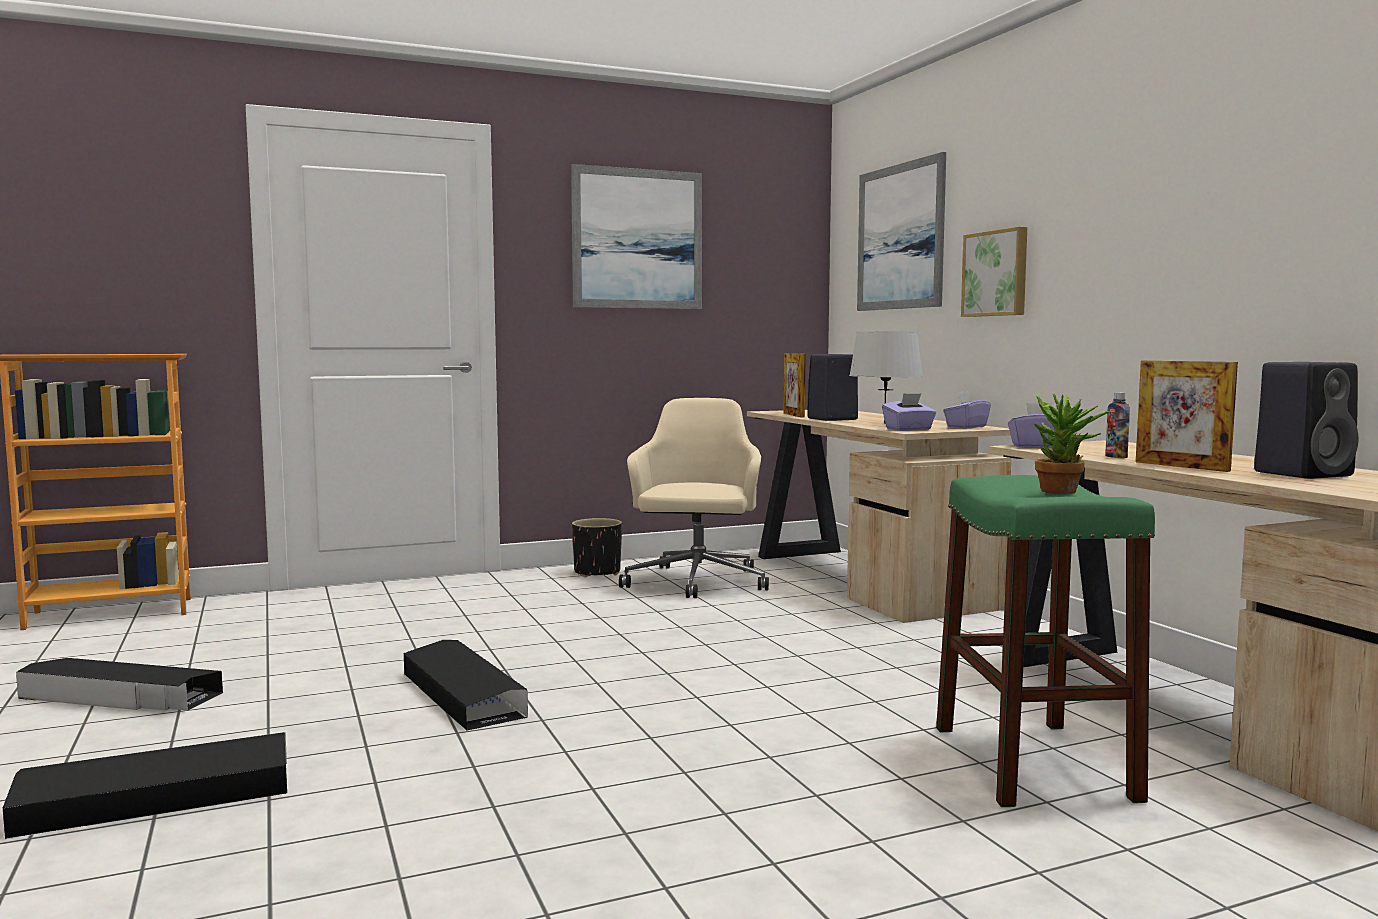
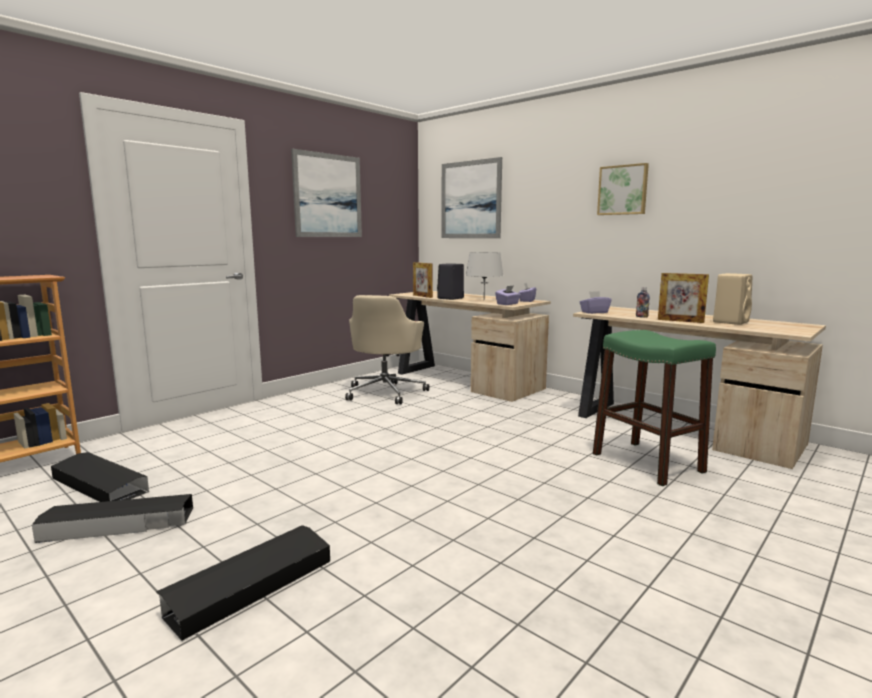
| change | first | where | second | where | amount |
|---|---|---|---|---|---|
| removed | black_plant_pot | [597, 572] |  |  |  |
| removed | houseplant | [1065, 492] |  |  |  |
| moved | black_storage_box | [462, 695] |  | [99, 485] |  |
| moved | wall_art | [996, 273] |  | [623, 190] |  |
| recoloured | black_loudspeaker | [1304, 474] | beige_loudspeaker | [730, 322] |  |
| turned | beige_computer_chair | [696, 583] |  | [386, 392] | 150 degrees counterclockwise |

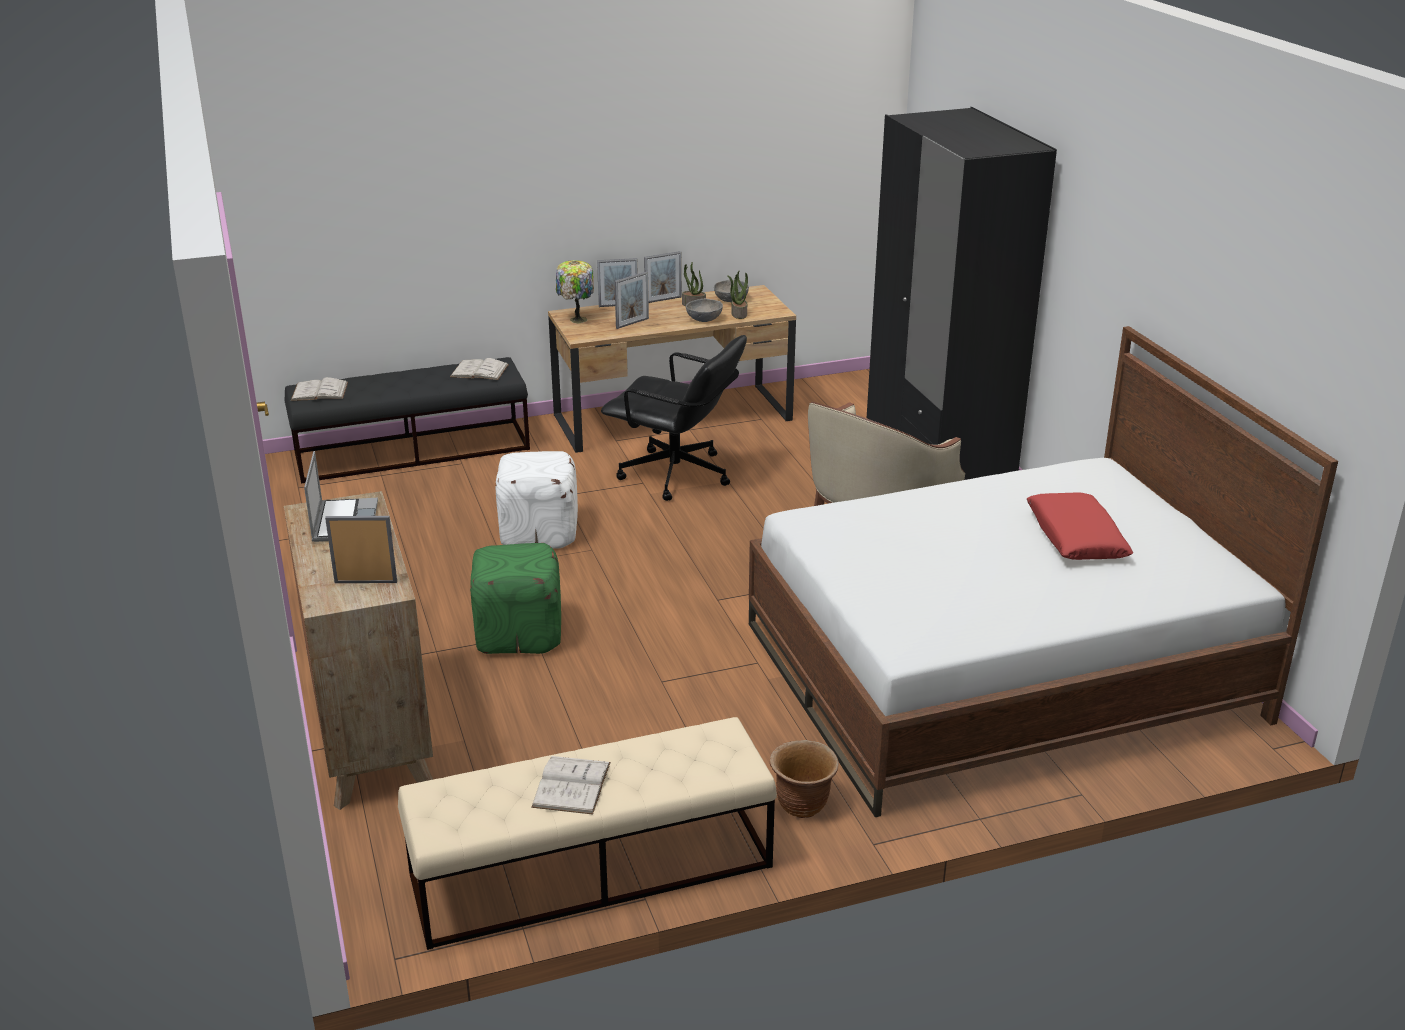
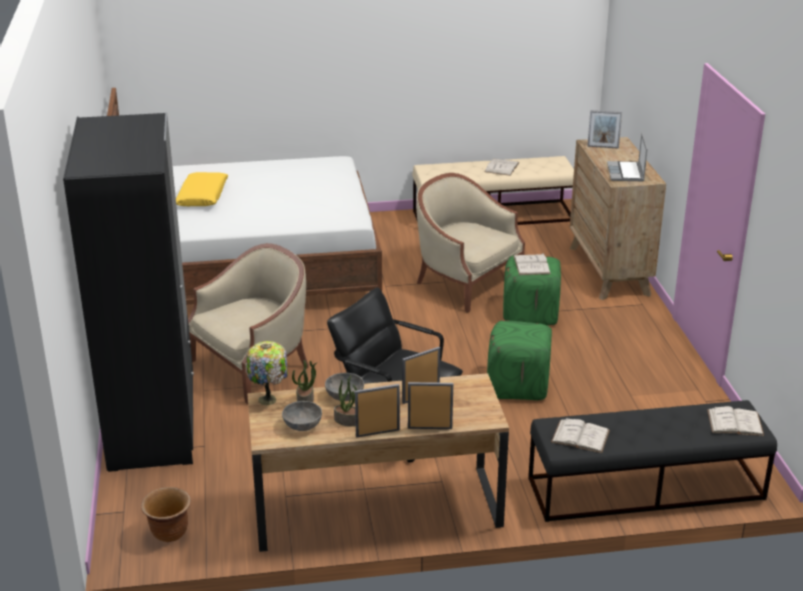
| change | first | where | second | where | amount |
|---|---|---|---|---|---|
| added |  |  | beige_easy_chair | [465, 283] |  |
| added |  |  | whitish_bound_book | [531, 265] |  |
| moved | tabletop_lamp | [577, 319] |  | [269, 400] |  |
| moved | brown_plant_pot | [802, 804] |  | [170, 533] |  |
| recoloured | whitish_ottoman | [539, 532] | green_ottoman | [518, 386] |  |
| recoloured | red-coloured_cushion | [1075, 538] | yellow_cushion | [202, 196] |  |

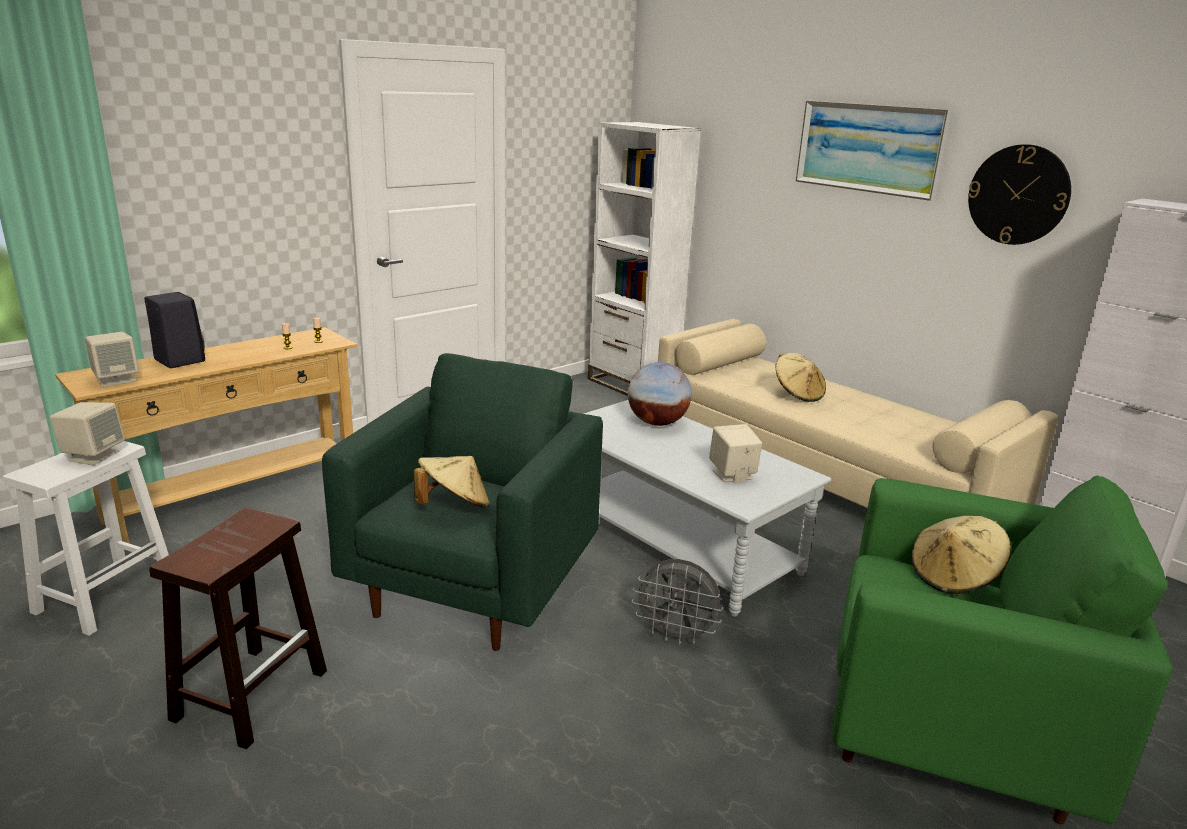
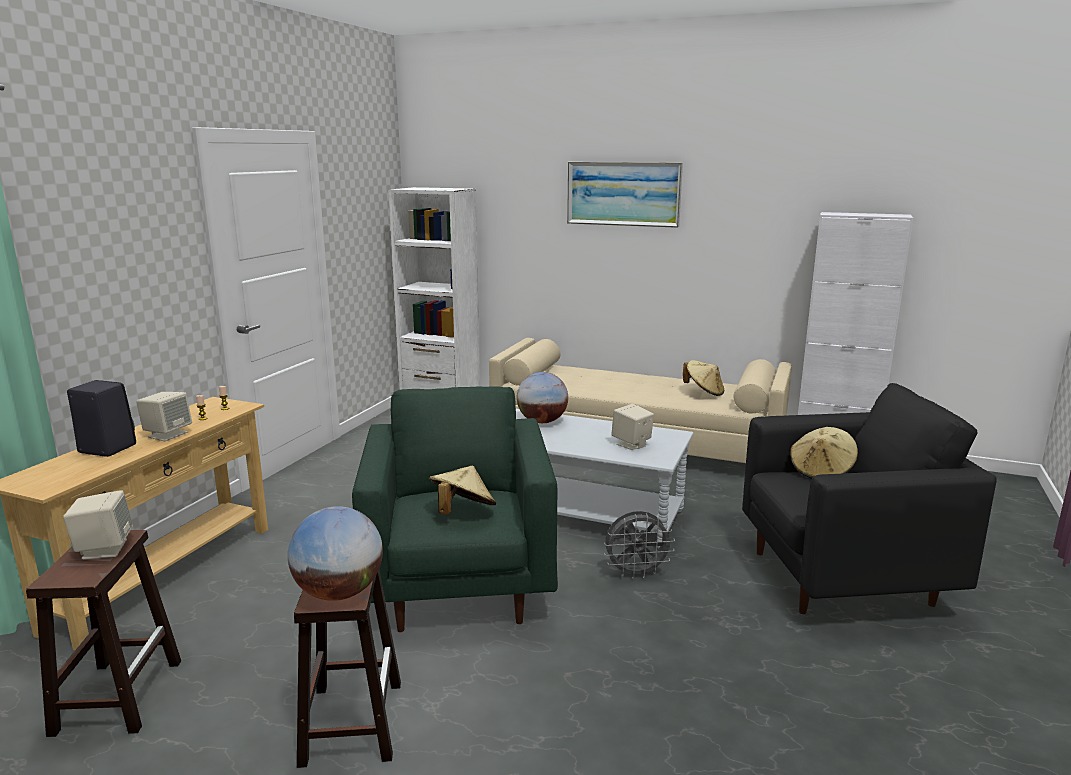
| change | first | where | second | where | amount |
|---|---|---|---|---|---|
| removed | clock_on_the_wall | [1018, 195] |  |  |  |
| added |  |  | desk_globe | [339, 592] |  |
| moved | beige_loudspeaker | [116, 379] |  | [167, 434] |  |
| moved | beige_wearable_hat | [798, 394] |  | [704, 392] |  |
| recoloured | whitish_stool_seat | [107, 595] | brown_stool_seat | [118, 695] |  |
| recoloured | green_easy_chair | [950, 733] | black_easy_chair | [843, 578] |  |

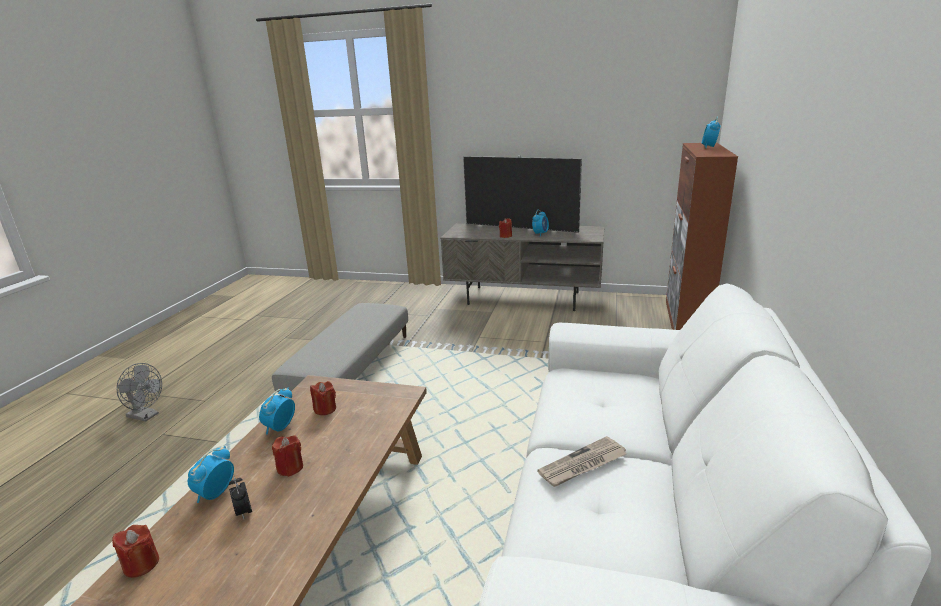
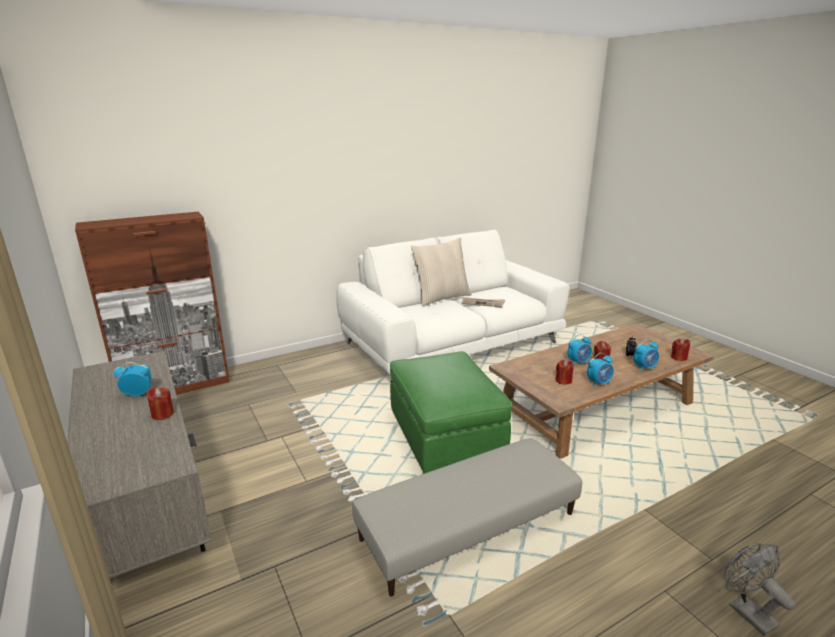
| change | first | where | second | where | amount |
|---|---|---|---|---|---|
| removed | television | [520, 228] |  |  |  |
| added |  |  | green_ottoman | [445, 437] |  |
| added |  |  | beige_cushion | [441, 298] |  |
| moved | bedside_clock | [709, 147] |  | [578, 362] |  |

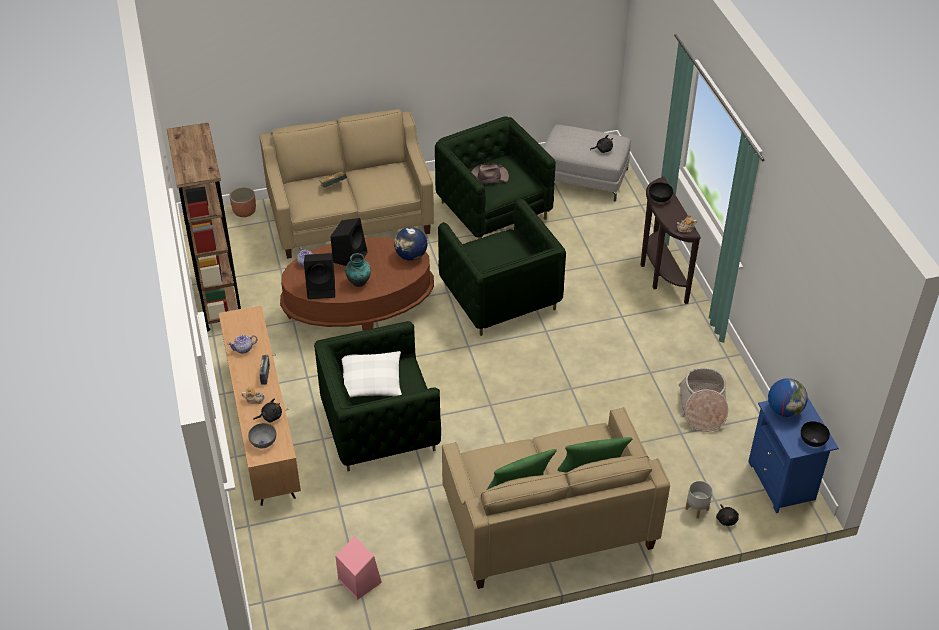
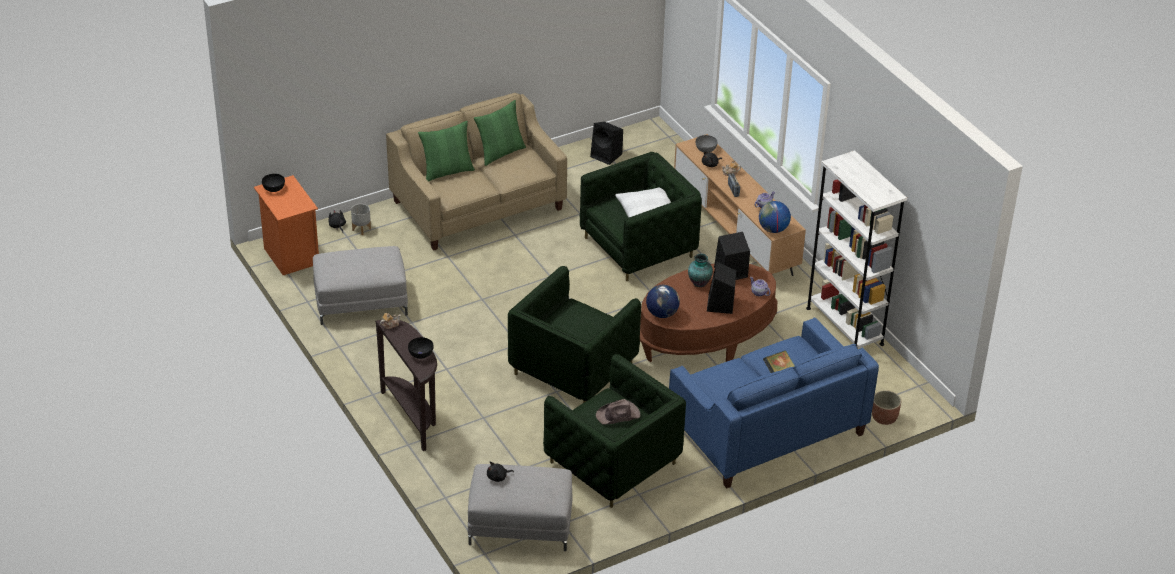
| change | first | where | second | where | amount |
|---|---|---|---|---|---|
| moved | desk_globe | [784, 410] |  | [773, 229] |  |
| replaced | household_basket | [702, 408] | grey_ottoman | [361, 300] |  |
| recoloured | brown_bookcase | [219, 299] | whitish_bookcase | [844, 326] |  |
| recoloured | beige_settee | [350, 217] | blue_settee | [767, 429] |  |
| recoloured | pinkish_loudspeaker | [358, 580] | black_loudspeaker | [607, 155] |  |
| recoloured | blue_night_table | [783, 482] | orange-coloured_night_table | [290, 256] |  |
| turned | green_easy_chair | [500, 297] |  | [573, 369] | 105 degrees counterclockwise |

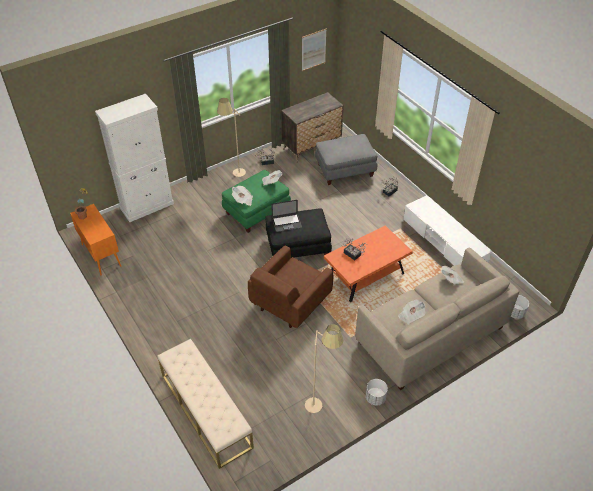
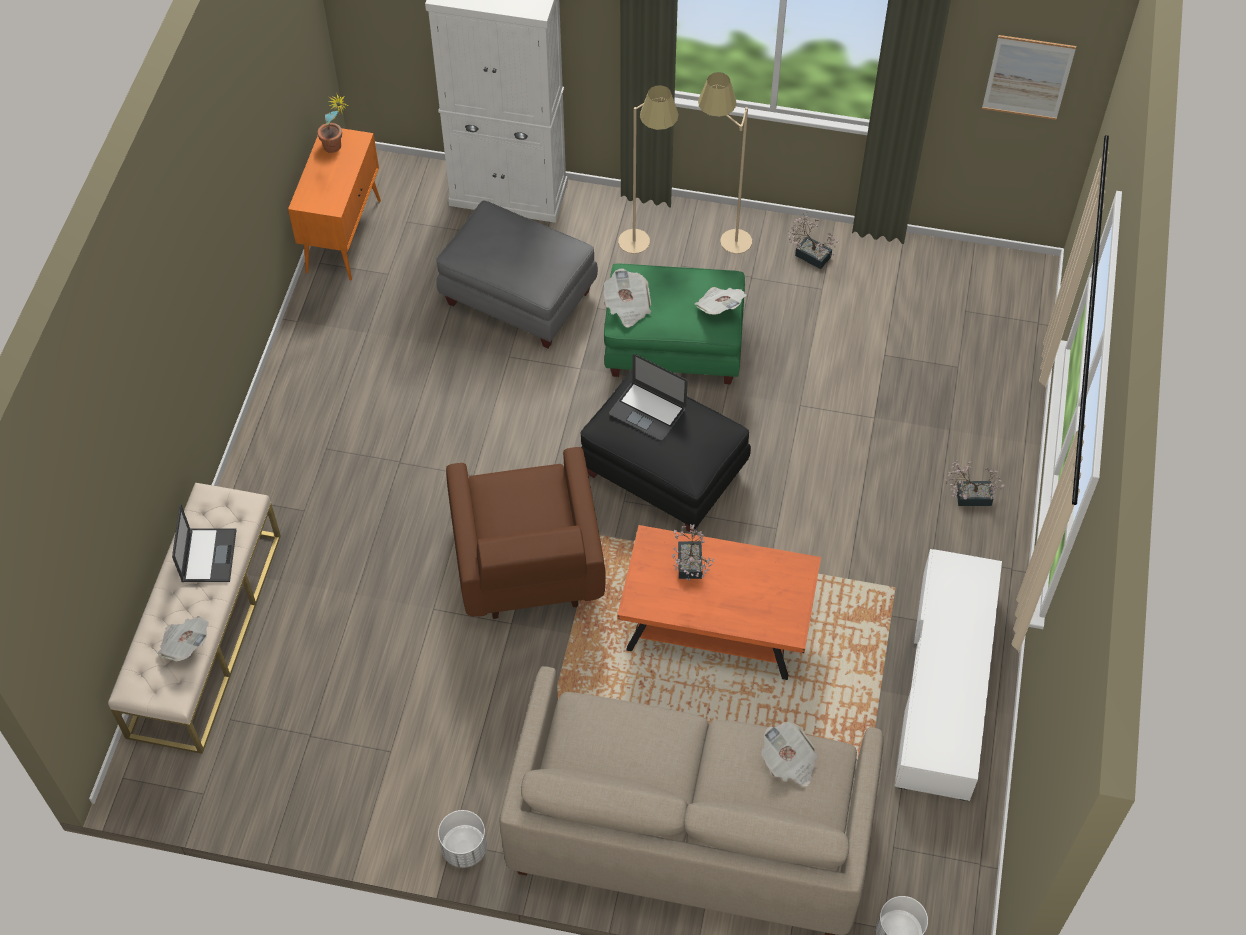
| change | first | where | second | where | amount |
|---|---|---|---|---|---|
| removed | drawer_chest | [312, 146] |  |  |  |
| added |  |  | notebook_computer | [208, 555] |  |
| moved | beige_standard_lamp | [321, 403] |  | [646, 247] |  |
| moved | grey_ottoman | [345, 170] |  | [519, 297] |  |
| moved | daily_paper | [411, 316] |  | [185, 645] |  |
| turned | brown_easy_chair | [289, 303] |  | [527, 565] | 90 degrees counterclockwise |

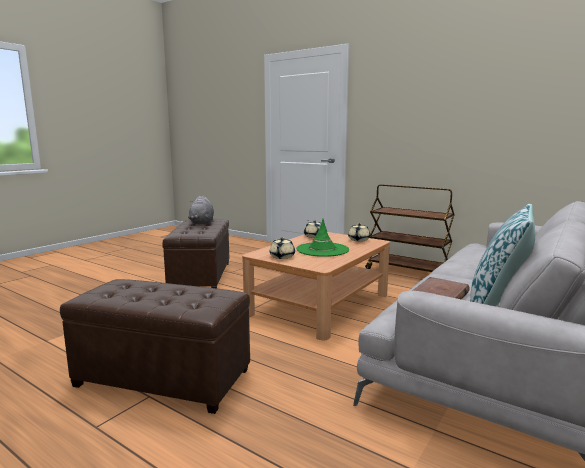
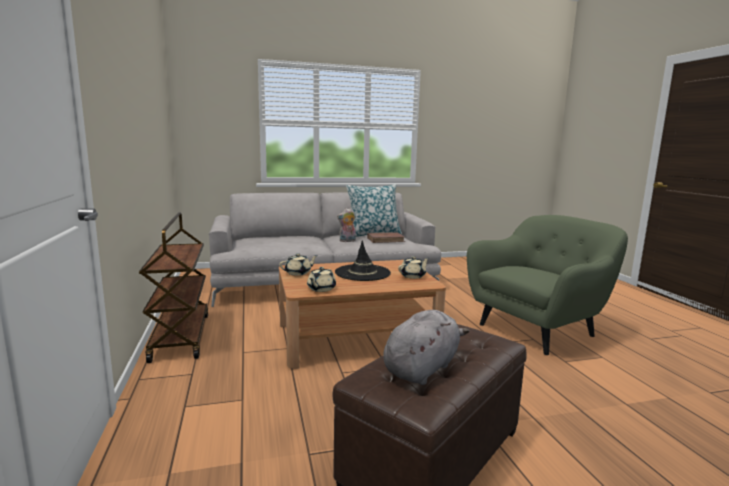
| change | first | where | second | where | amount |
|---|---|---|---|---|---|
| added |  |  | cuddly_toy | [347, 241] |  |
| replaced | brown_ottoman | [163, 378] | green_easy_chair | [538, 329] |  |
| recoloured | green_wearable_hat | [322, 250] | black_wearable_hat | [362, 273] |  |

